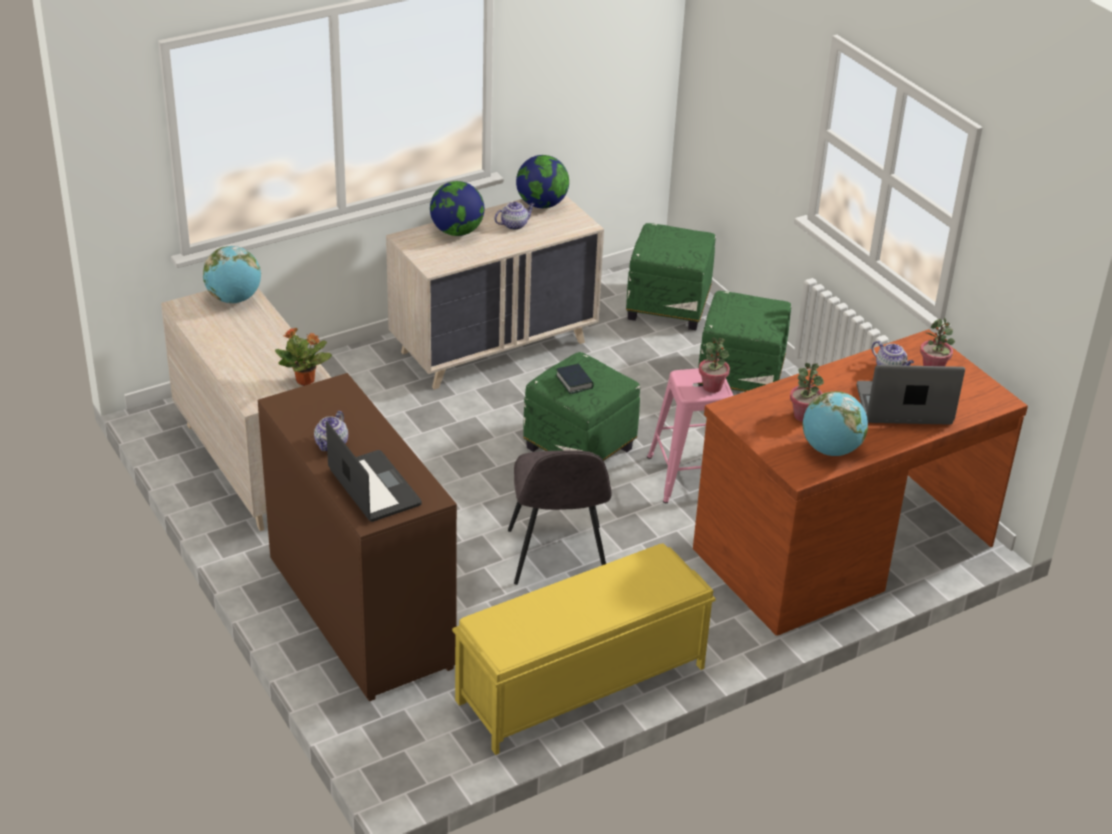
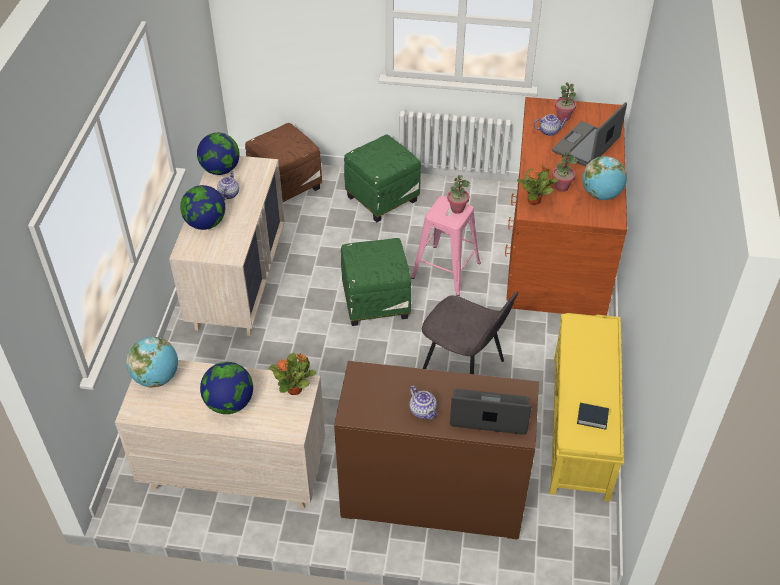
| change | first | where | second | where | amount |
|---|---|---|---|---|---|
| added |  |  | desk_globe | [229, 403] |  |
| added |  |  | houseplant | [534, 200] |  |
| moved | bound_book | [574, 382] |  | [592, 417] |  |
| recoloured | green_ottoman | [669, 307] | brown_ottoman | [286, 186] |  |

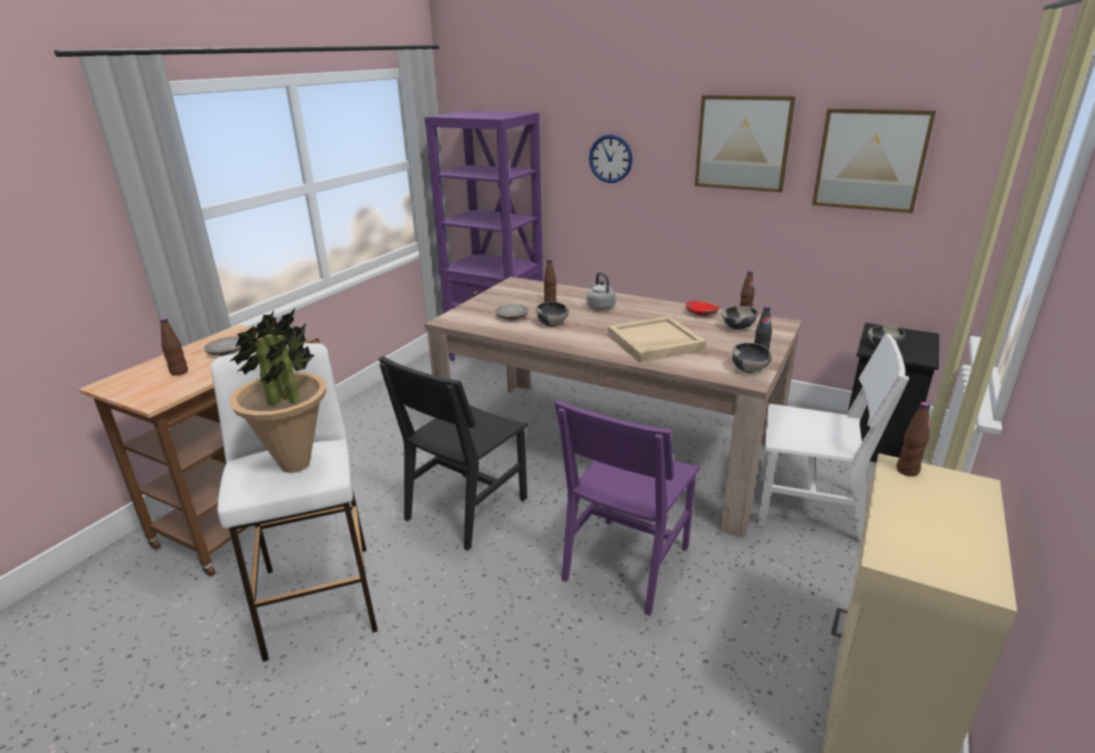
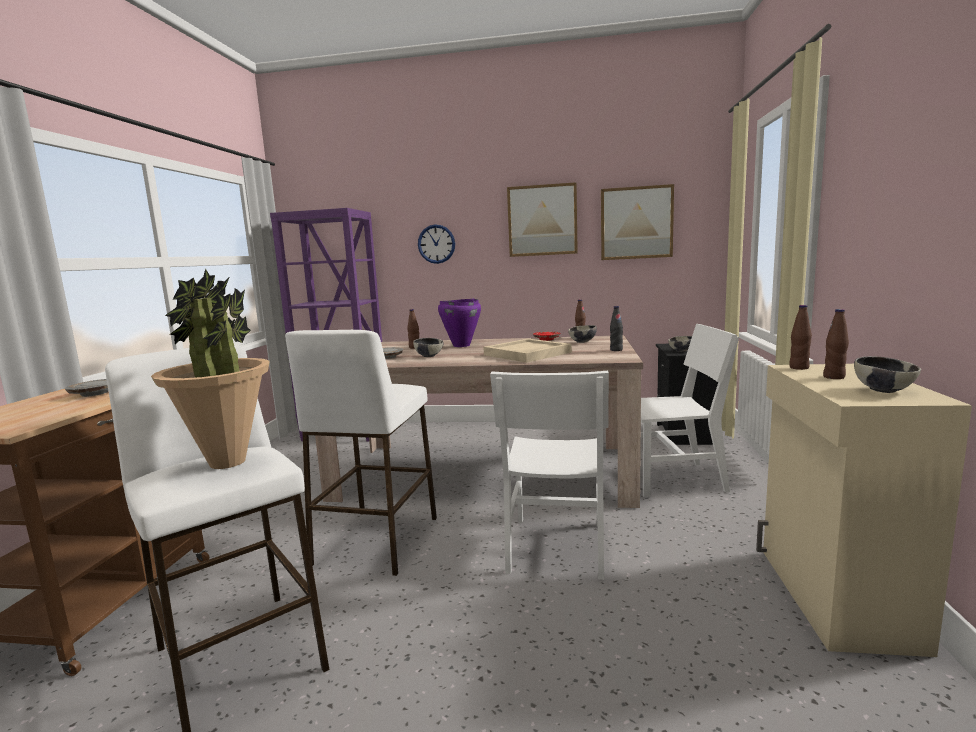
| change | first | where | second | where | amount |
|---|---|---|---|---|---|
| moved | brown_drink_bottle | [179, 372] |  | [834, 377] |  |
| moved | serving_bowl | [749, 370] |  | [883, 390] |  |
| replaced | black_plain_chair | [466, 508] | whitish_stool_seat | [376, 541] |  |
| replaced | grey_tea_kettle | [600, 307] | purple_cooking_pot | [461, 345] |  |
| recoloured | purple_plain_chair | [626, 563] | whitish_plain_chair | [556, 546] |  |

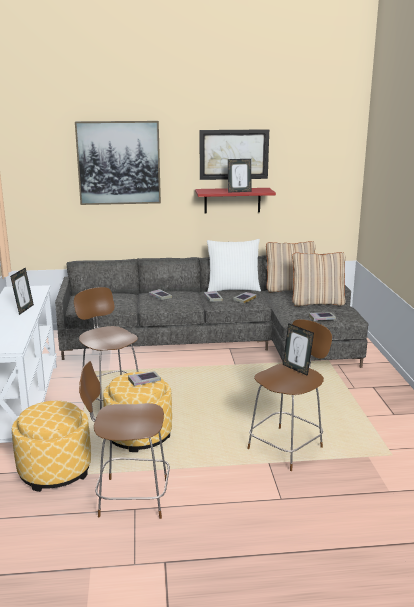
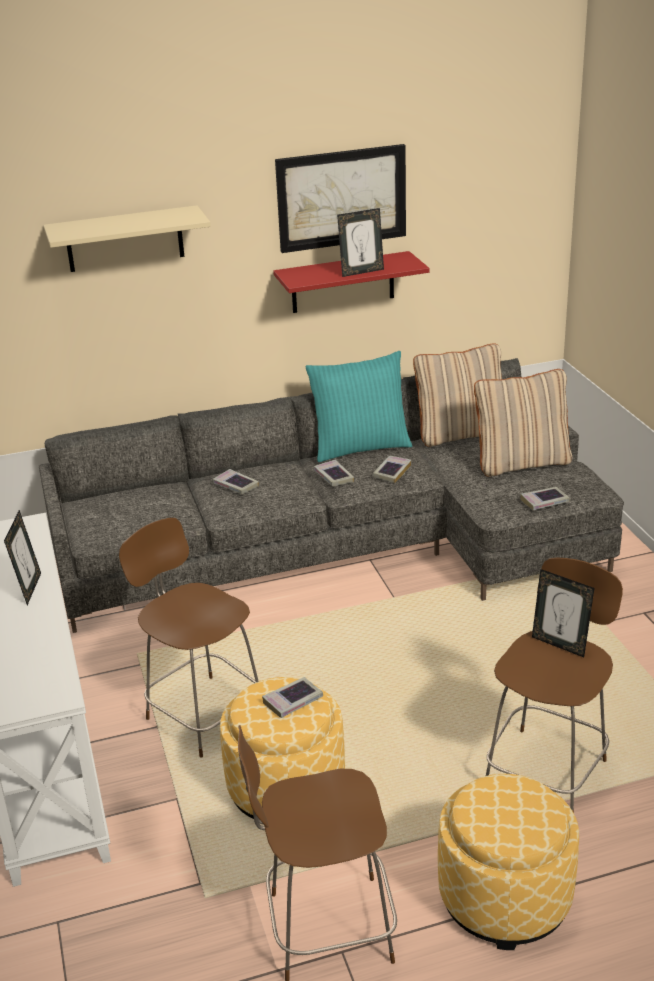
| change | first | where | second | where | amount |
|---|---|---|---|---|---|
| moved | ottoman | [55, 470] |  | [504, 897] |  |
| replaced | wall_art | [119, 163] | beige_wall_shelf | [124, 239] |  |
| recoloured | whitish_cushion | [233, 289] | turquoise-coloured_cushion | [360, 447] |  |

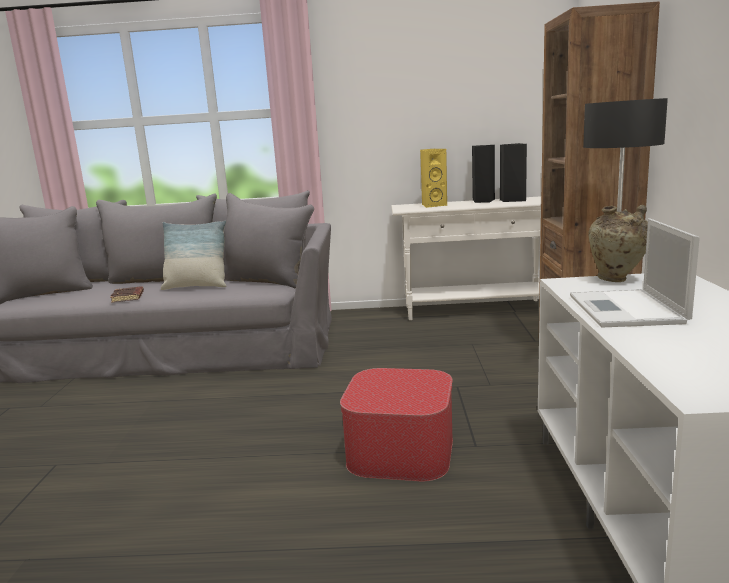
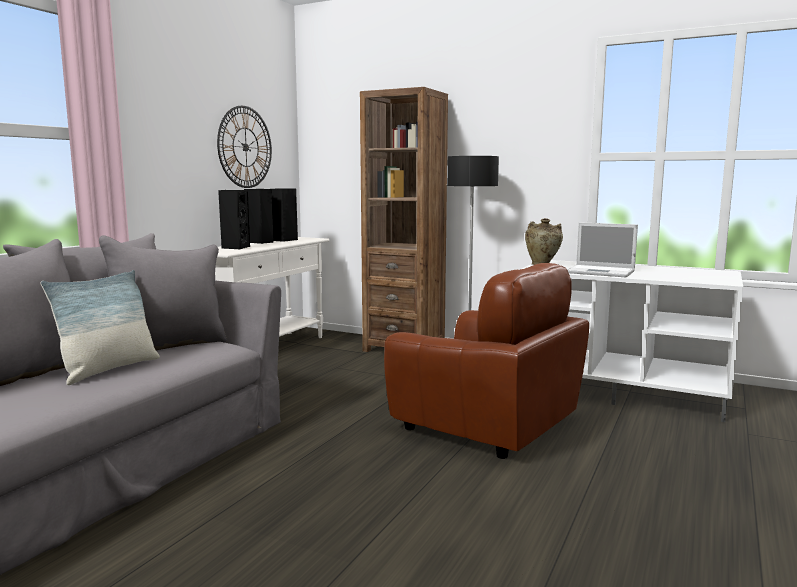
| change | first | where | second | where | amount |
|---|---|---|---|---|---|
| removed | brown_bound_book | [128, 297] |  |  |  |
| added |  |  | clock_on_the_wall | [245, 147] |  |
| replaced | ottoman | [400, 451] | brown_easy_chair | [485, 425] |  |
| recoloured | yellow_loudspeaker | [433, 205] | black_loudspeaker | [235, 247] |  |

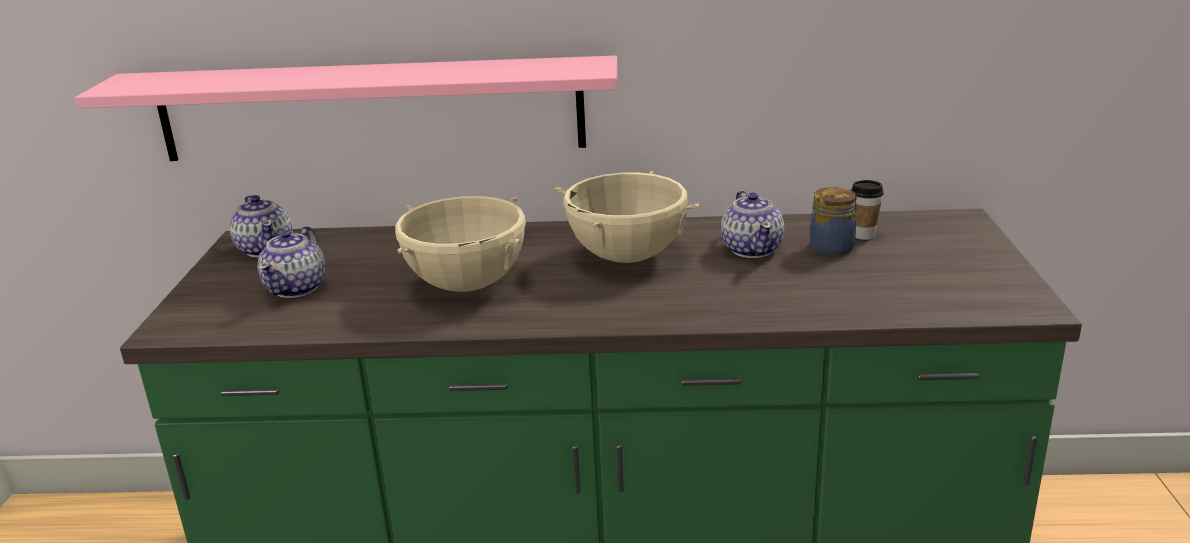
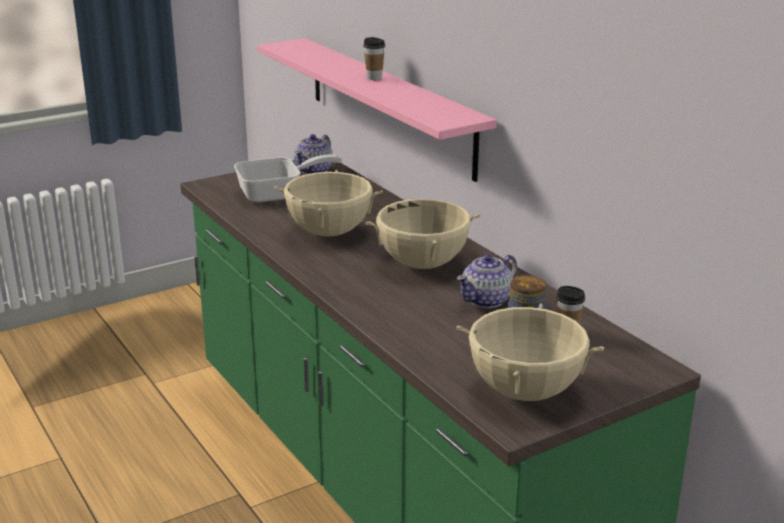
| change | first | where | second | where | amount |
|---|---|---|---|---|---|
| added |  |  | drinking_cup | [374, 78] |  |
| added |  |  | beige_cooking_pot | [525, 392] |  |
| replaced | pot_for_tea | [297, 288] | pan | [278, 194] |  |

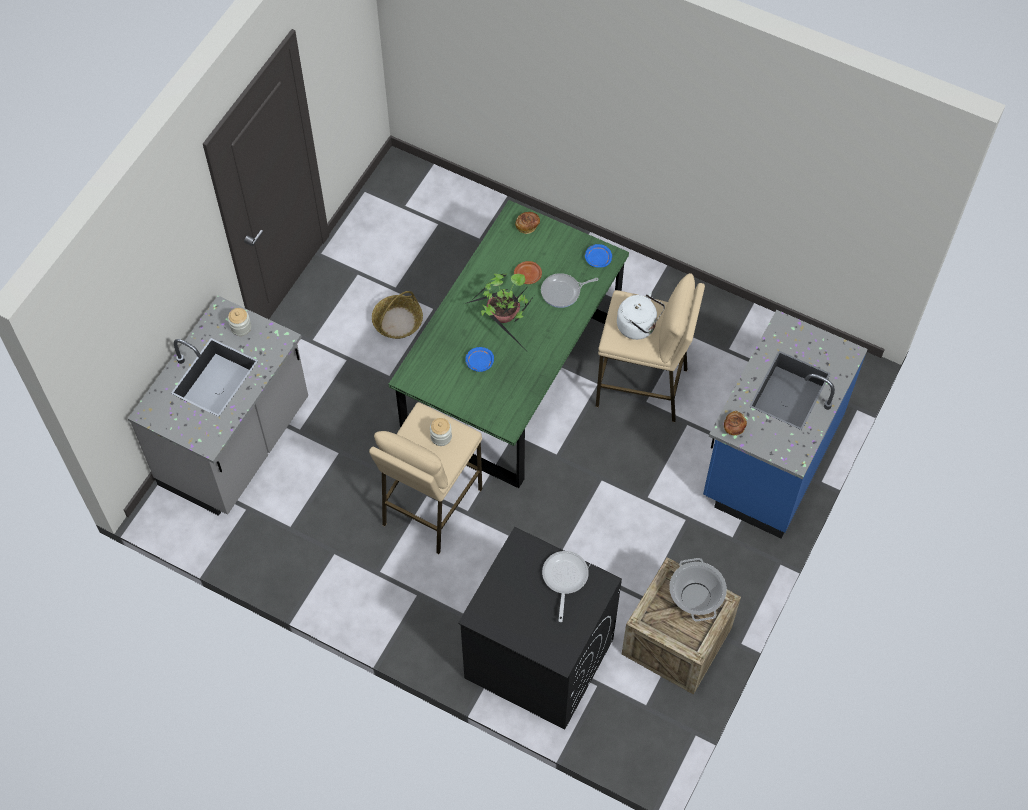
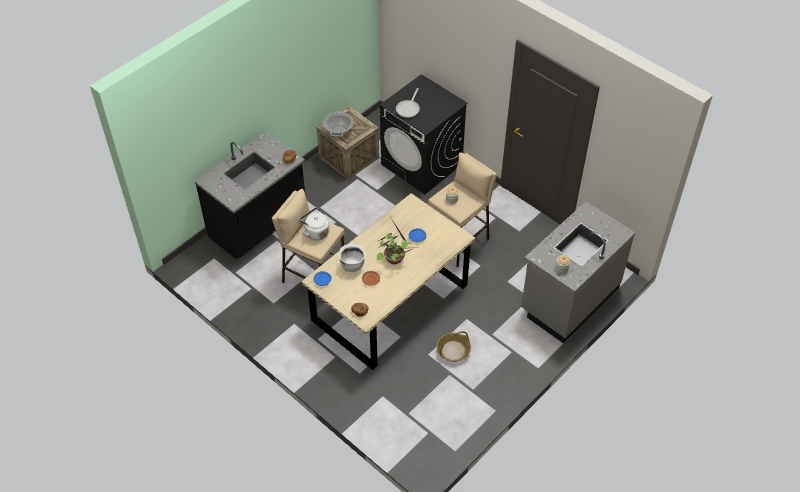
| change | first | where | second | where | amount |
|---|---|---|---|---|---|
| replaced | pan | [563, 292] | whitish_cooking_pot | [352, 265] |  |
| recoloured | green_dining_table | [510, 374] | beige_dining_table | [390, 303] |  |
| recoloured | blue_counter | [769, 459] | black_counter | [259, 225] |  |

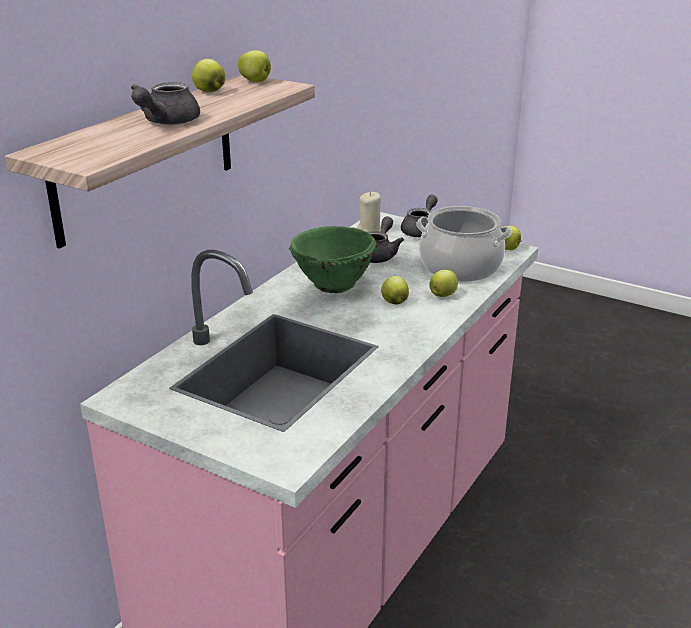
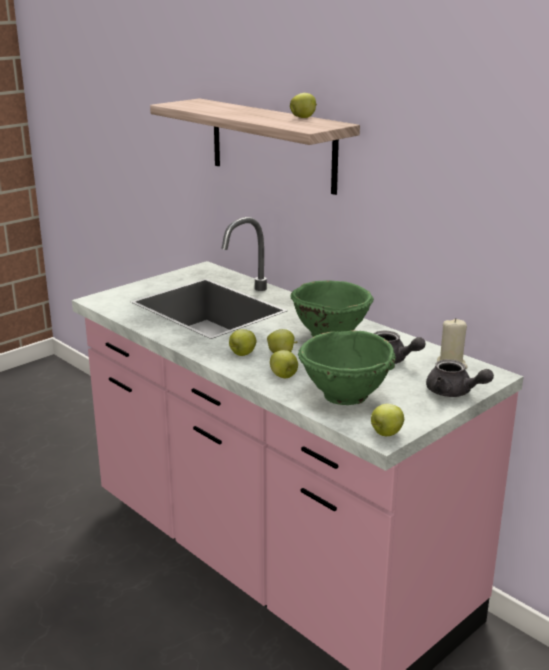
| change | first | where | second | where | amount |
|---|---|---|---|---|---|
| removed | grey_pot_for_tea | [165, 122] |  |  |  |
| moved | whole_apple | [256, 81] |  | [242, 354] |  |
| replaced | cooking_pot | [460, 267] | green_serving_bowl | [345, 396] |  |

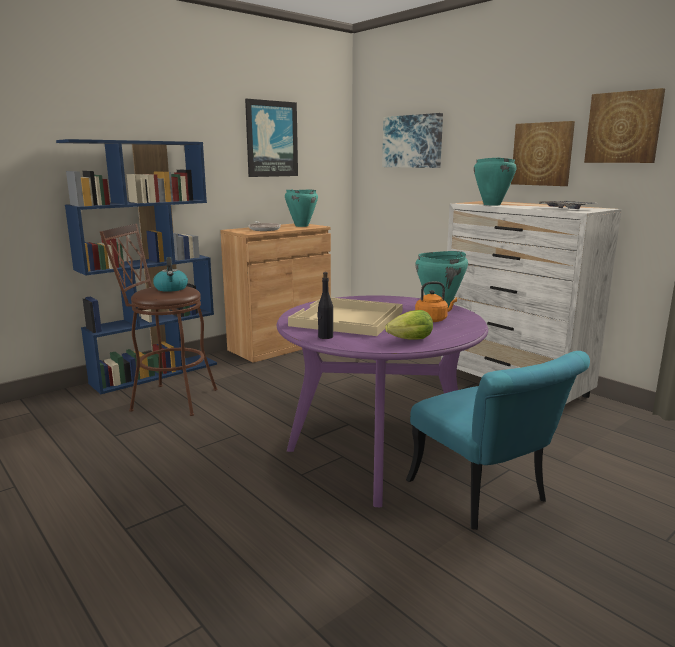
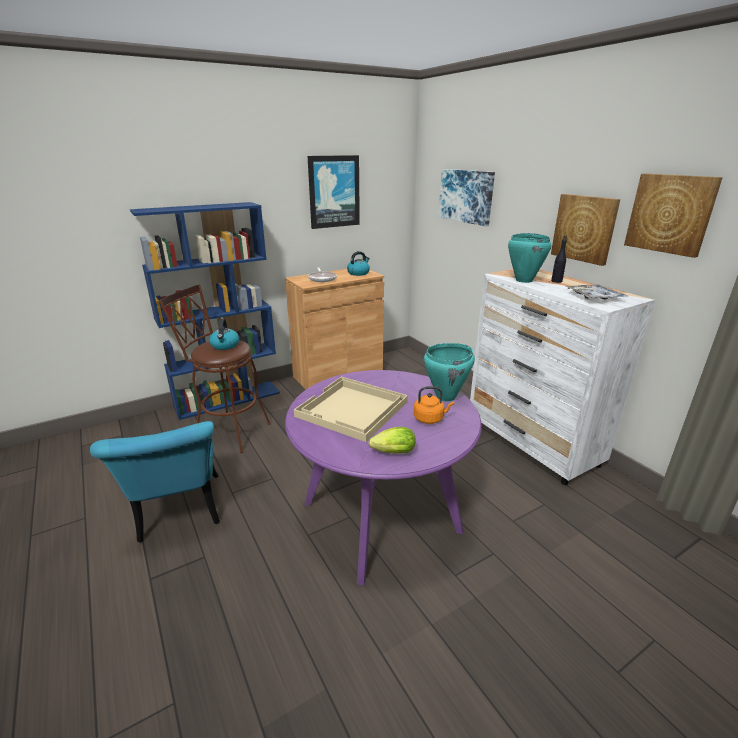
| change | first | where | second | where | amount |
|---|---|---|---|---|---|
| moved | black_drink_bottle | [325, 337] |  | [556, 281] |  |
| moved | turquoise-coloured_plain_chair | [486, 497] |  | [180, 514] |  |
| replaced | turquoise-coloured_cooking_pot | [301, 226] | tea_kettle | [358, 273] |  |

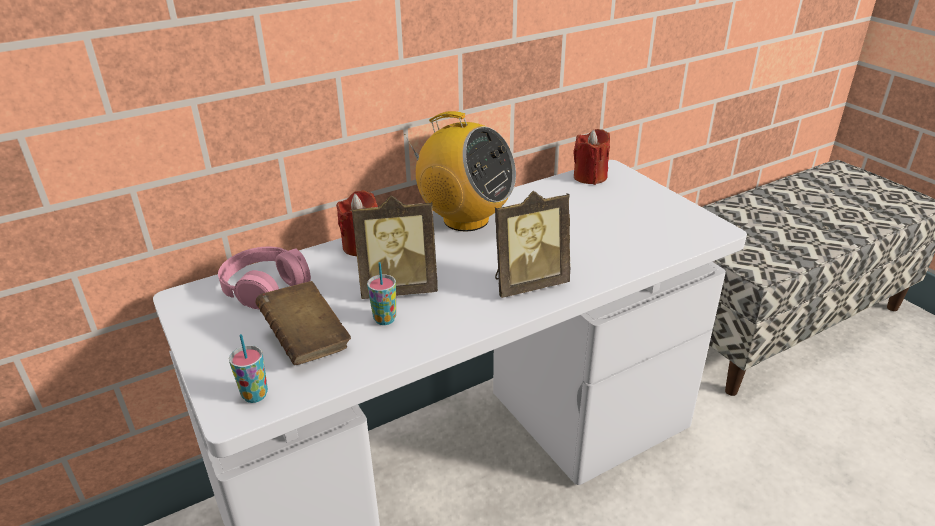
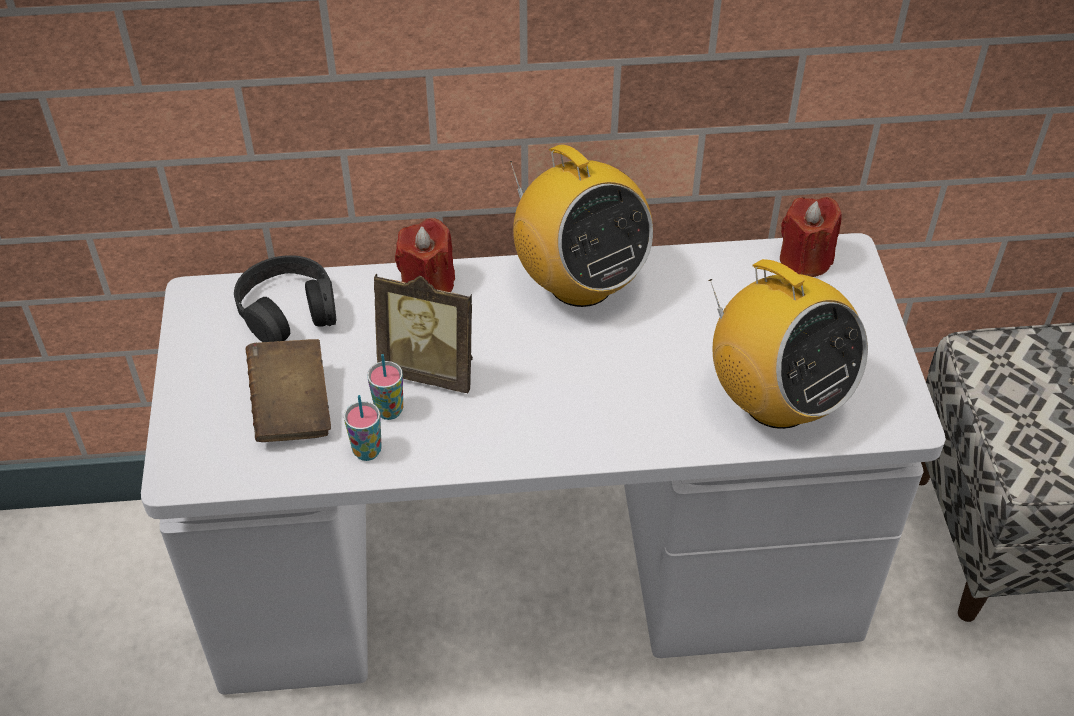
| change | first | where | second | where | amount |
|---|---|---|---|---|---|
| removed | photo_frame | [528, 283] |  |  |  |
| added |  |  | radio | [776, 401] |  |
| moved | drinking_cup | [255, 395] |  | [367, 451] |  |
| recoloured | pinkish_headphones | [265, 286] | black_headphones | [288, 310] |  |

